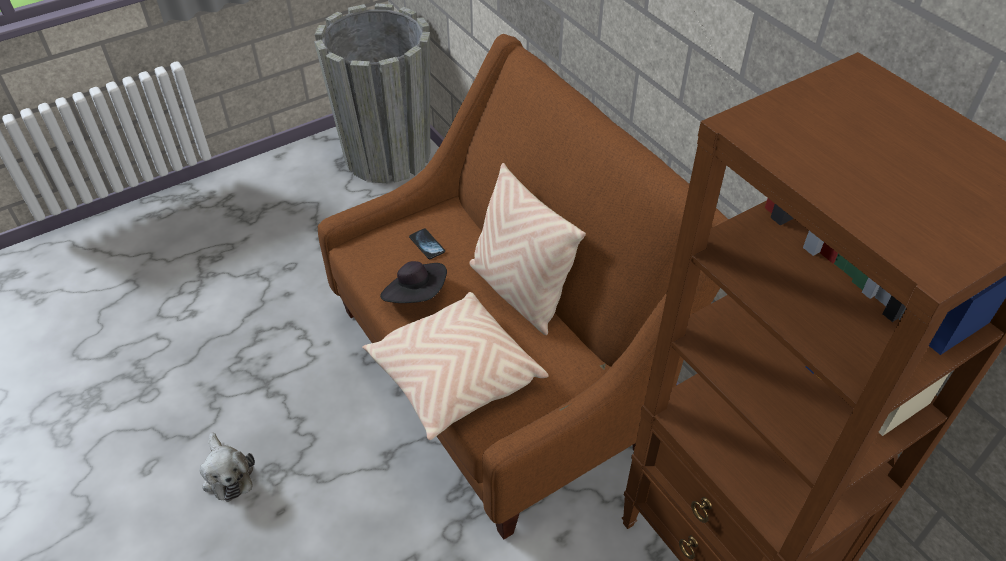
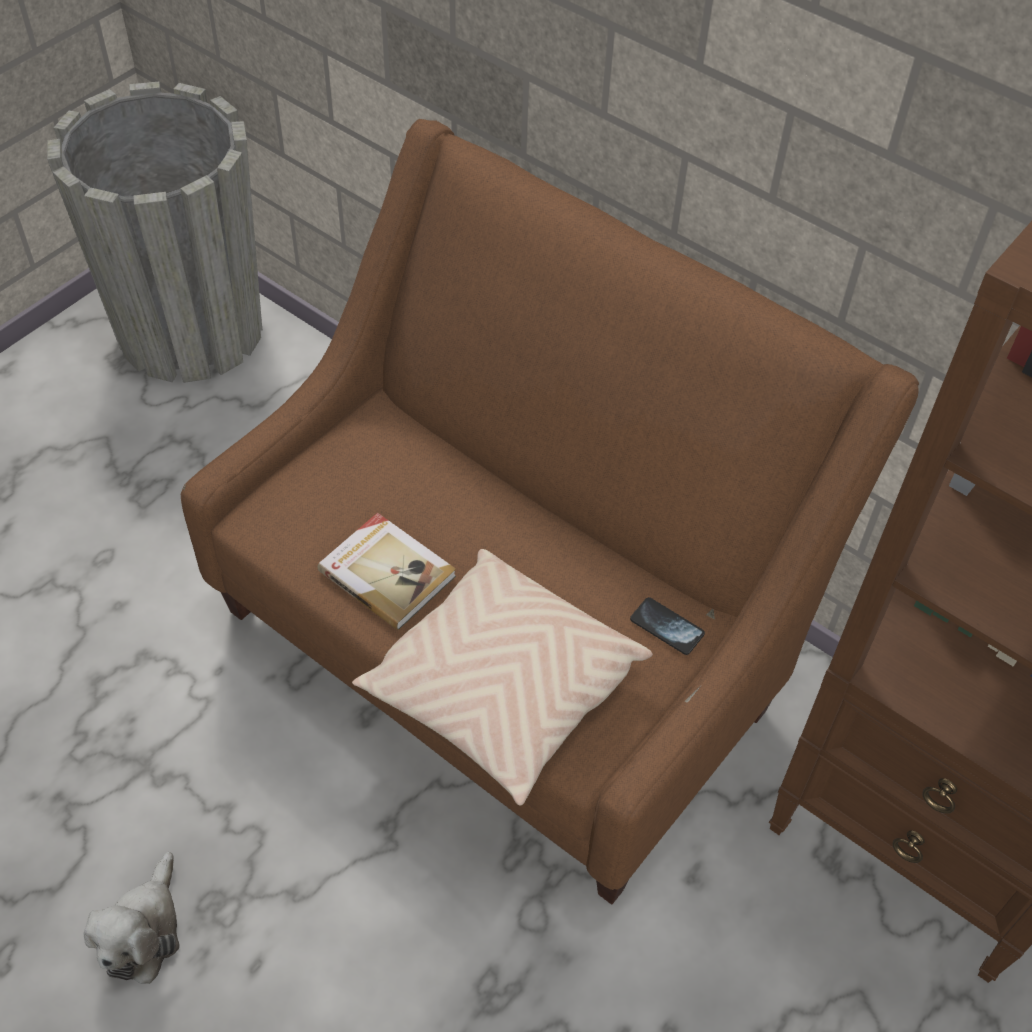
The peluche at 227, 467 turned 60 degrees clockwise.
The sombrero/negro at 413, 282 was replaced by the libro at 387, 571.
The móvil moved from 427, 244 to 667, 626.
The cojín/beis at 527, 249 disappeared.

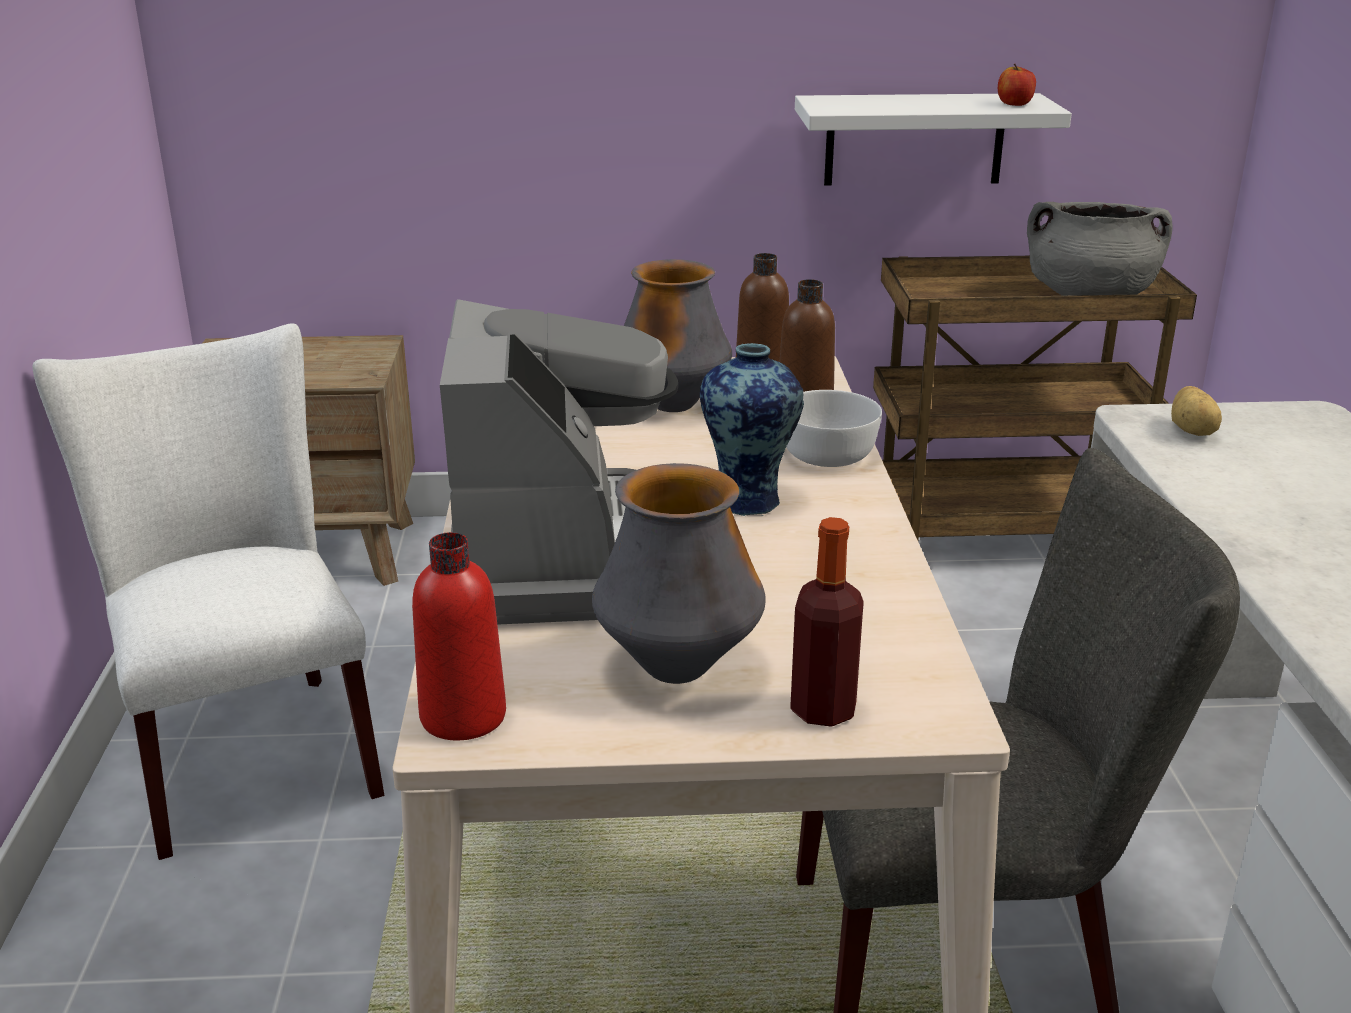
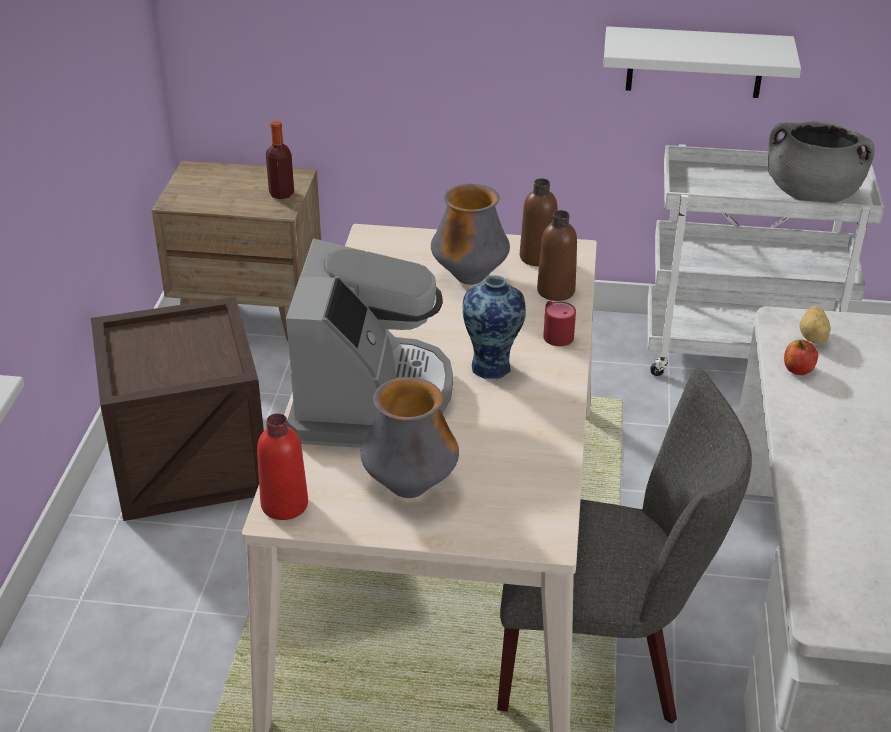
The silla/blanco at 208, 591 was replaced by the caja de embalaje at 177, 409.
The cuenco/blanco at 834, 428 was replaced by the taza grande/rojo at 559, 323.
The botella moved from 827, 622 to 280, 160.
The carrito/marrón at 1035, 398 became the carrito/blanco at 766, 260.
The manzana moved from 1017, 85 to 801, 357.

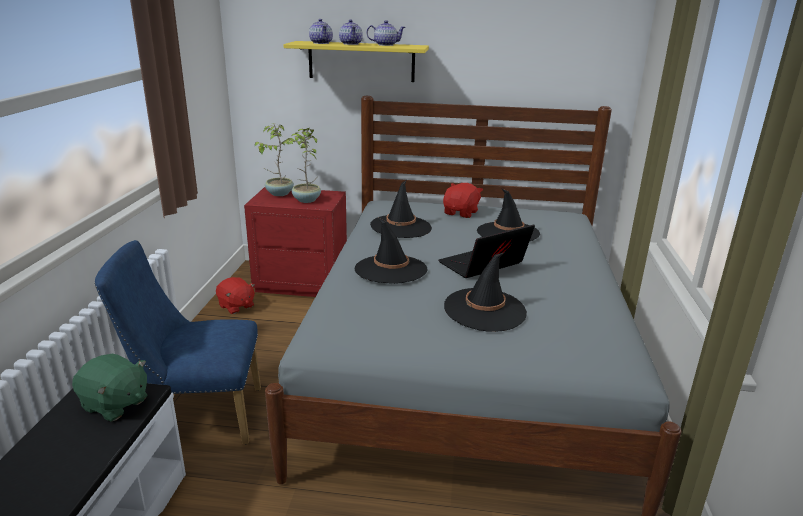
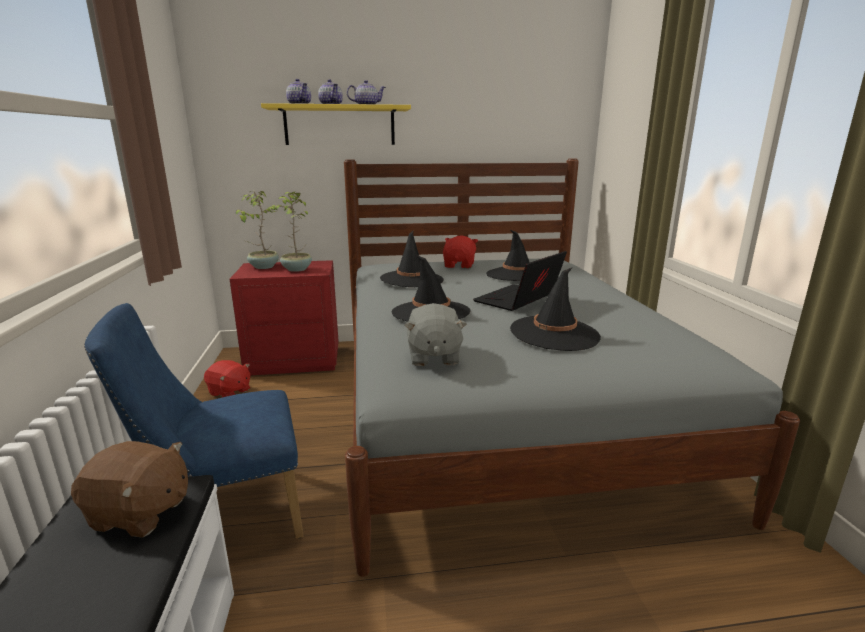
The peluche/verde at 110, 387 became the peluche/marrón at 129, 489.
The peluche/gris at 435, 334 appeared.

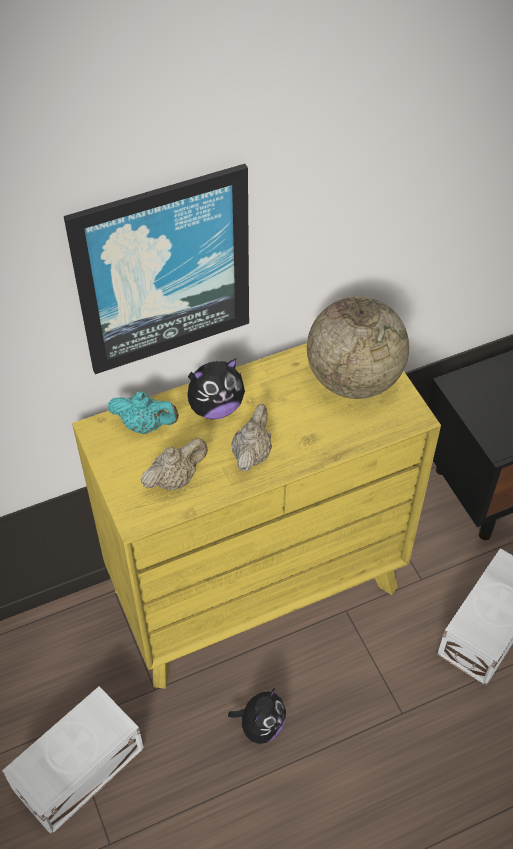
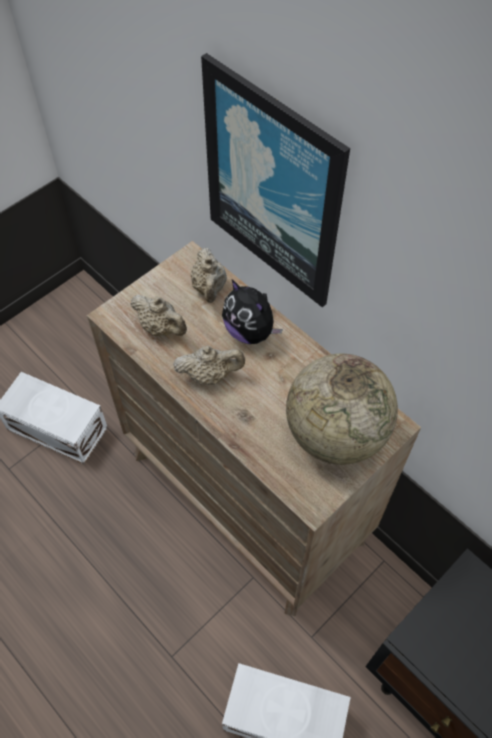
The cómoda/amarillo at 256, 516 became the cómoda/marrón at 254, 428.
The tetera/turquesa at 143, 412 became the tetera/beis at 208, 275.
The peluche at 257, 716 disappeared.

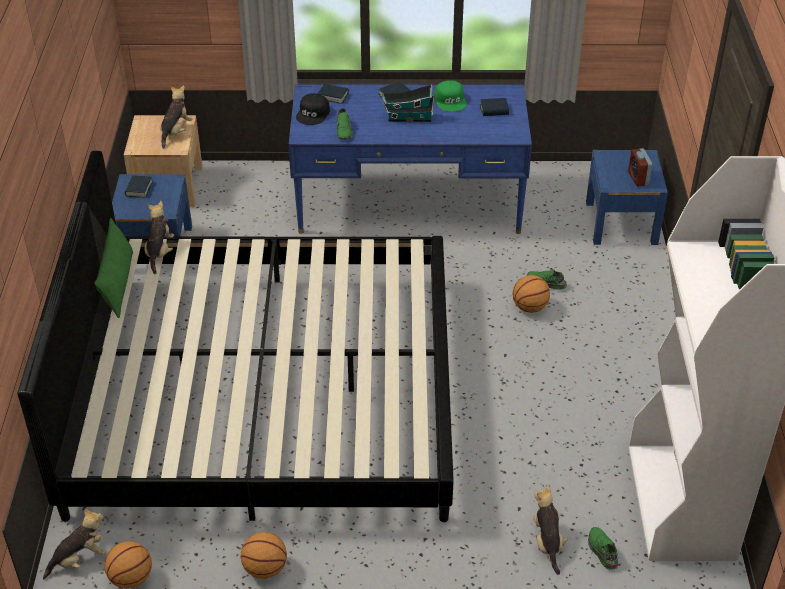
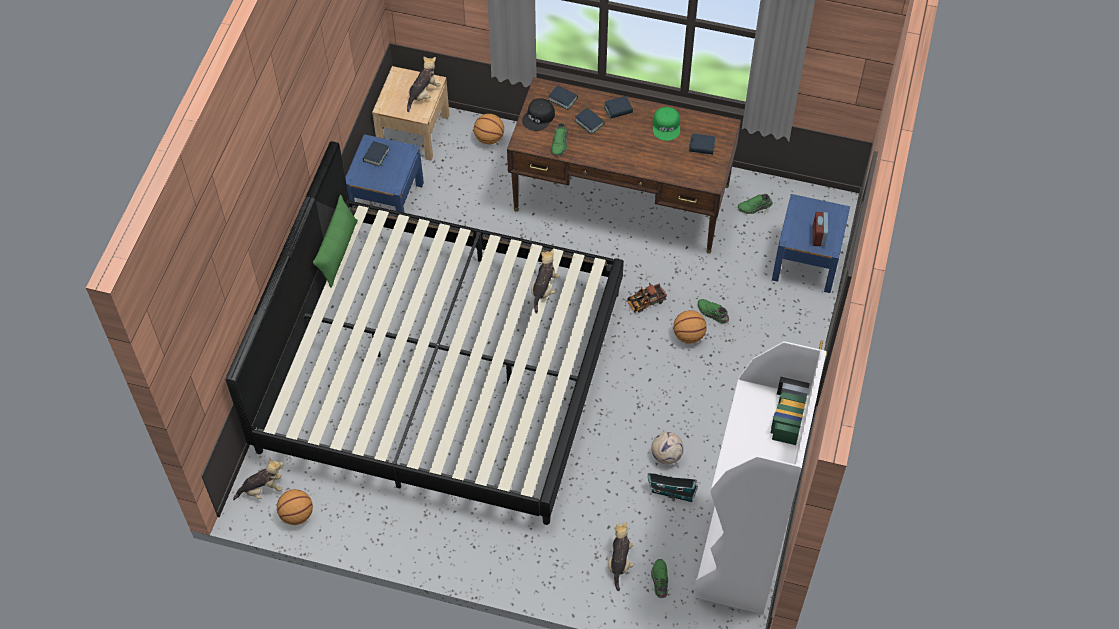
The peluche moved from 159, 237 to 545, 281.
The balón de baloncesto moved from 263, 555 to 489, 129.
The escritorio/azul at 410, 159 became the escritorio/marrón at 624, 165.
The casita moved from 408, 103 to 672, 487.
The libro at 590, 121 appeared.
The camión de juguete at 646, 297 appeared.
The balón de fútbol at 667, 448 appeared.
The zapato/verde at 755, 204 appeared.

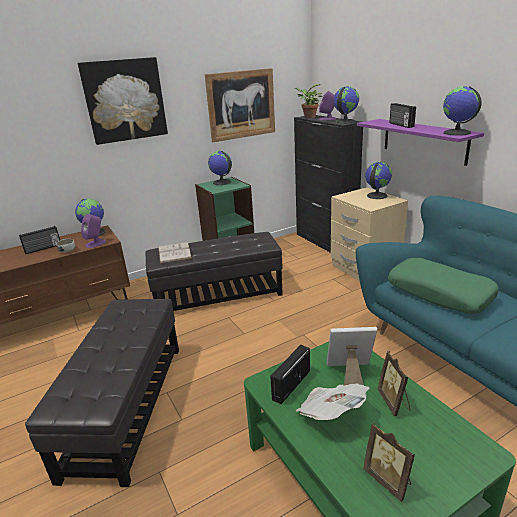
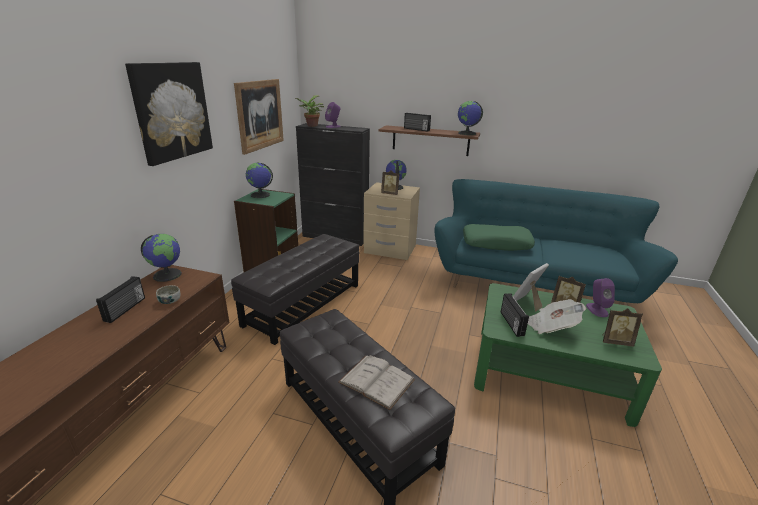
The altavoz/morado moved from 93, 231 to 600, 297.
The libro/blanco moved from 175, 252 to 376, 382.
The globo terráqueo at 346, 105 disappeared.
The estante/morado at 420, 142 became the estante/marrón at 429, 140.
The portarretratos at 390, 182 appeared.

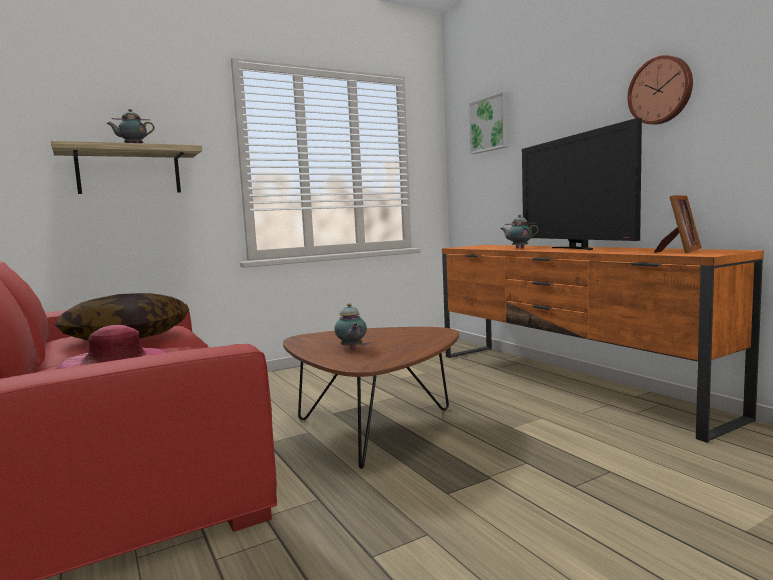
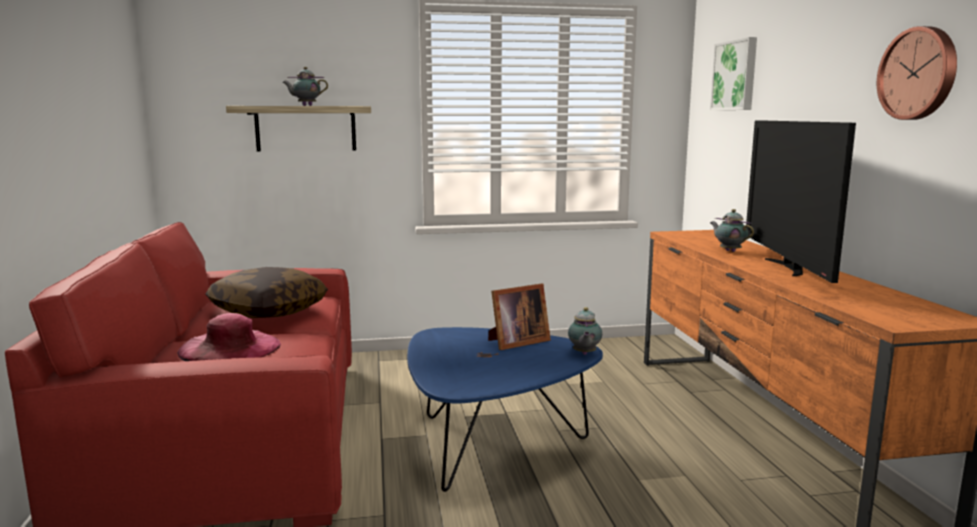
The mesa de centro/marrón at 371, 398 became the mesa de centro/azul at 505, 409.
The tetera moved from 350, 326 to 585, 331.
The portarretratos moved from 678, 224 to 519, 317.

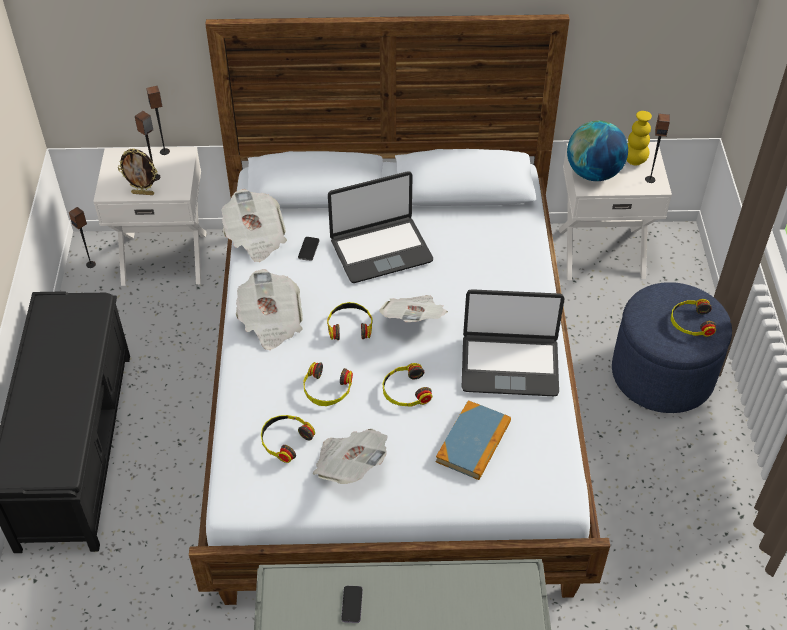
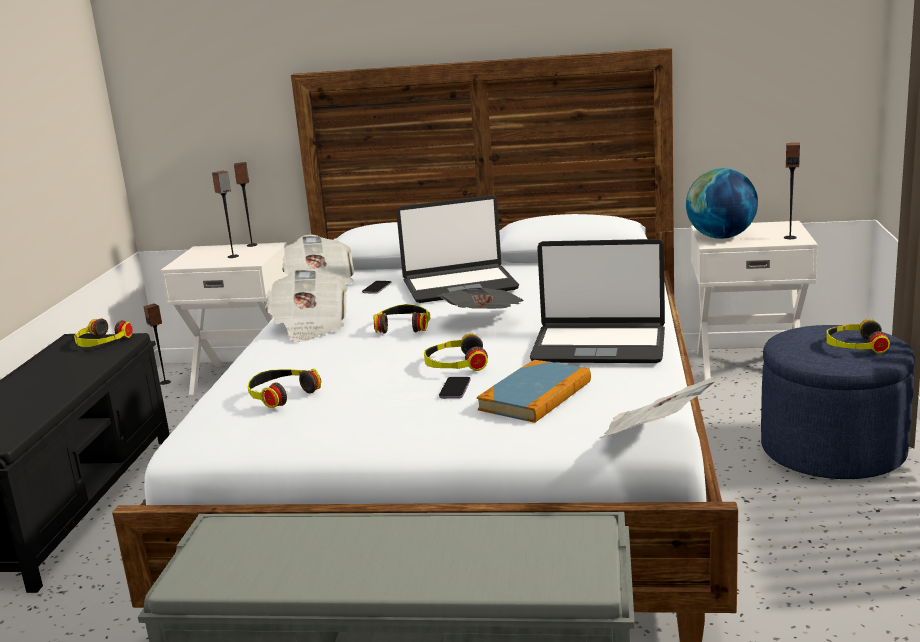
The portarretratos at 138, 171 disappeared.
The auriculares moved from 328, 384 to 103, 332.
The periódico moved from 350, 456 to 658, 407.
The móvil moved from 352, 604 to 455, 388.
The florero/amarillo at 639, 138 disappeared.

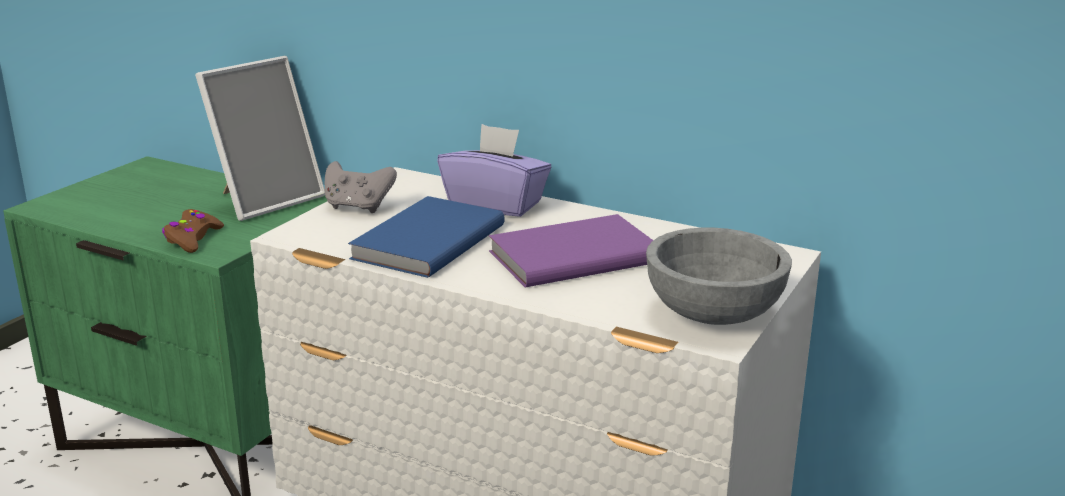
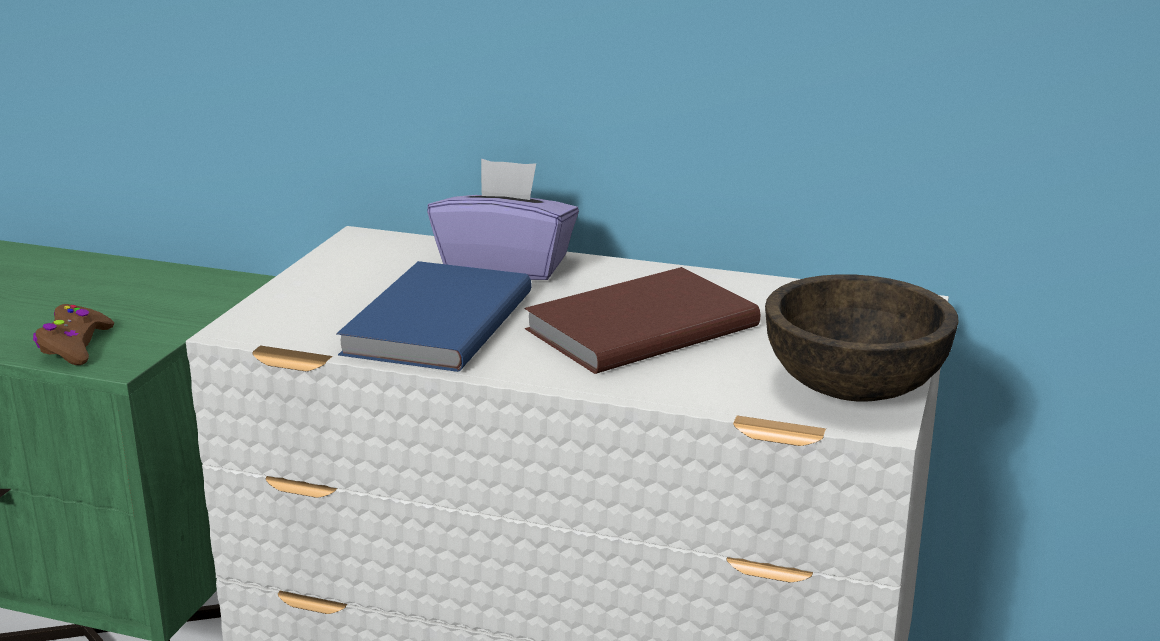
The portarretratos at 260, 138 disappeared.
The mando de consola/gris at 361, 187 disappeared.
The libro/morado at 571, 250 became the libro/marrón at 642, 320.
The cuenco/gris at 719, 276 became the cuenco/marrón at 862, 338.

